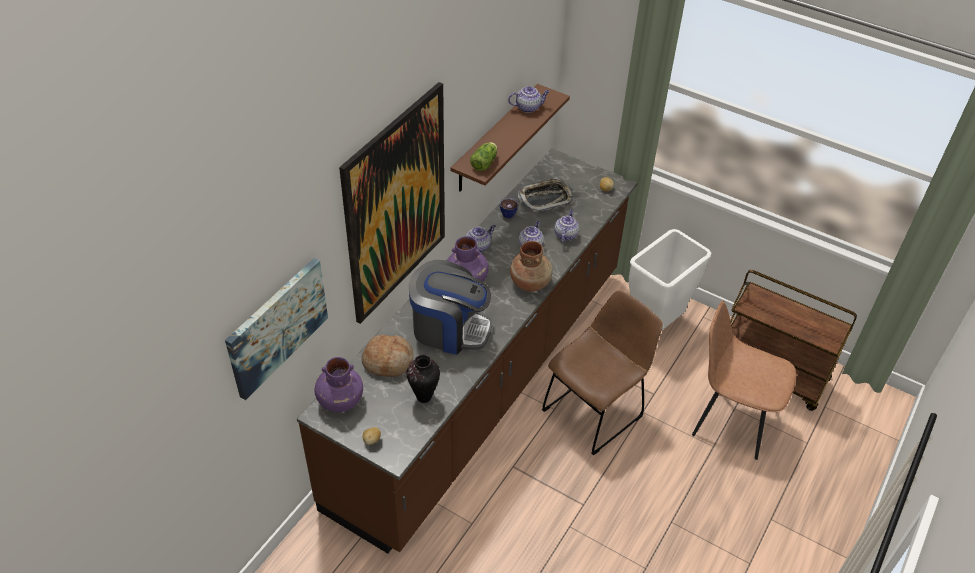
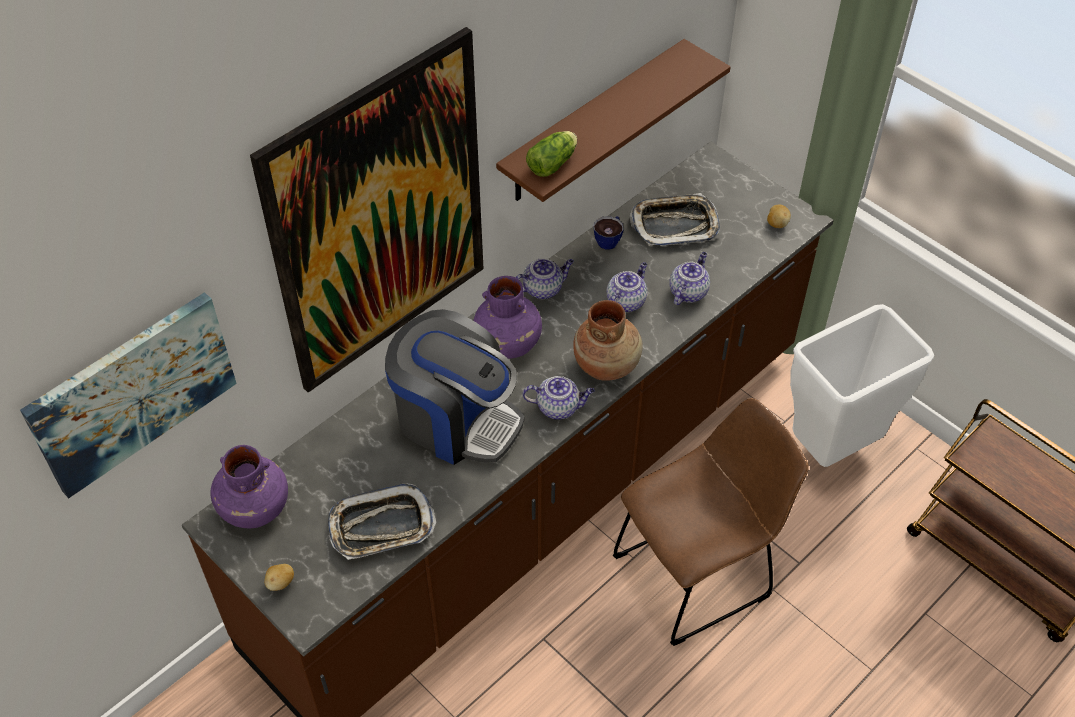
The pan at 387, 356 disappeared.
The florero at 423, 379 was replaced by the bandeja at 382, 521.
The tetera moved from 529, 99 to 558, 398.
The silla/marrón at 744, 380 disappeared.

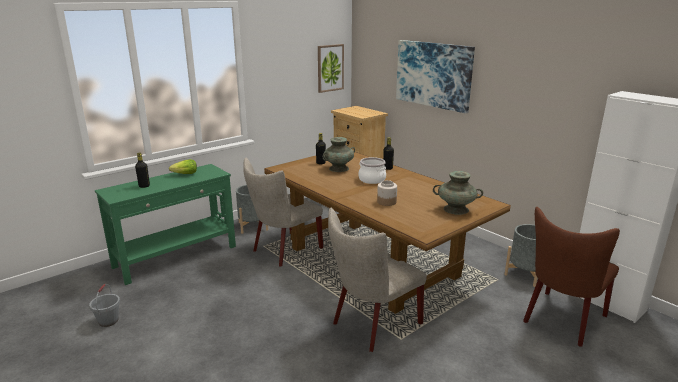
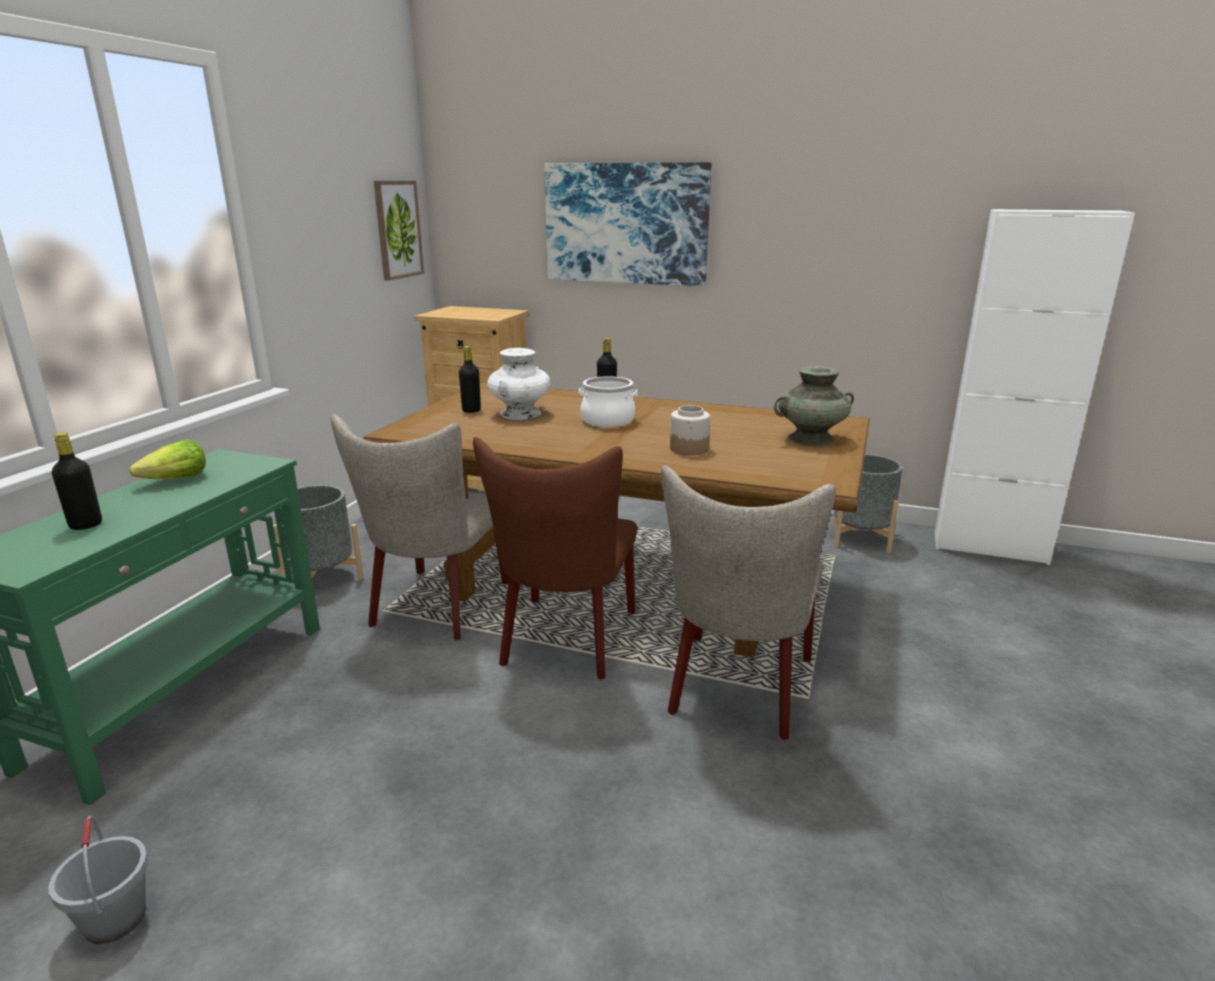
The florero/turquesa at 339, 154 became the florero/blanco at 518, 384.
The silla/marrón moved from 571, 277 to 555, 558.

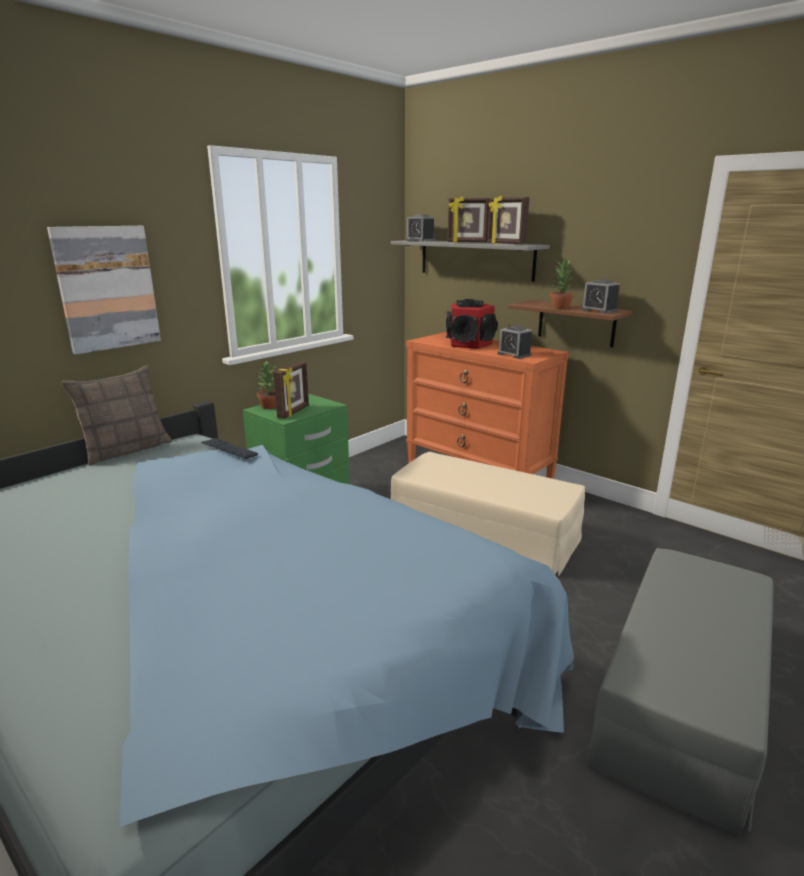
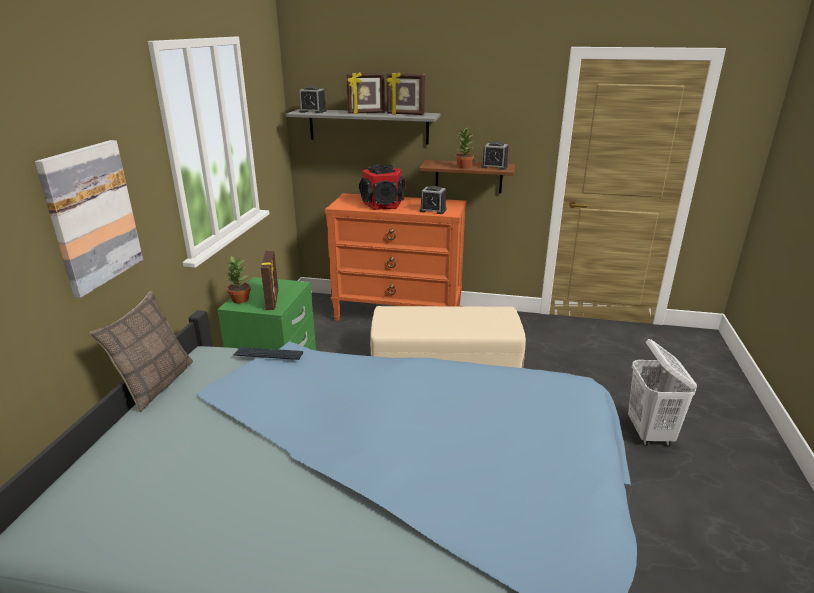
The puf/gris at 680, 691 was replaced by the cesto de la ropa/blanco at 662, 392.

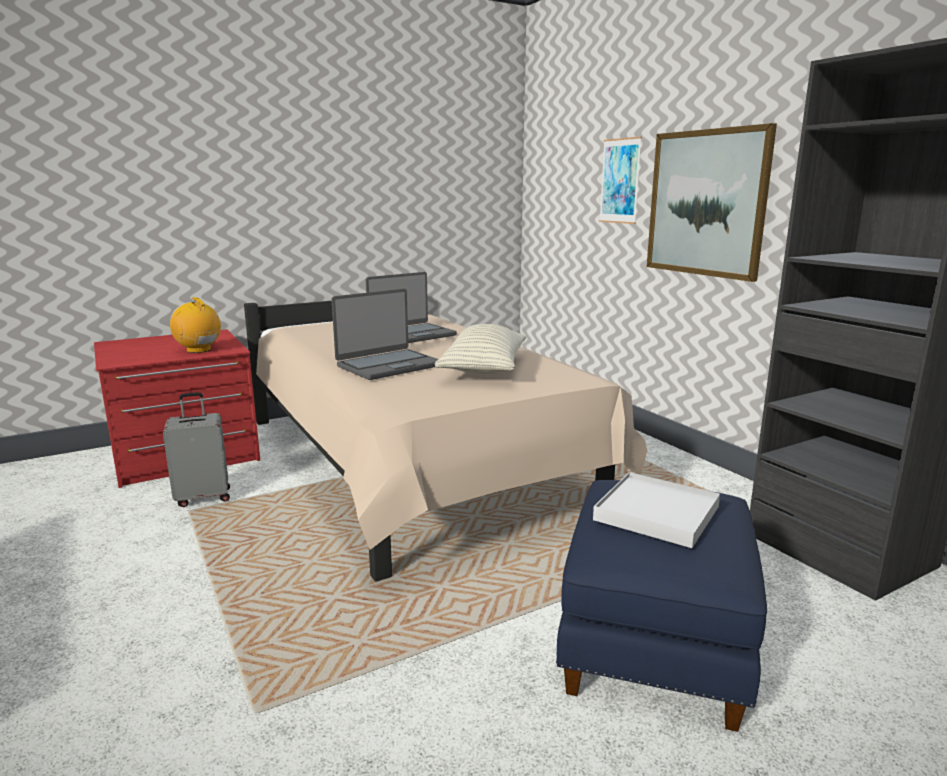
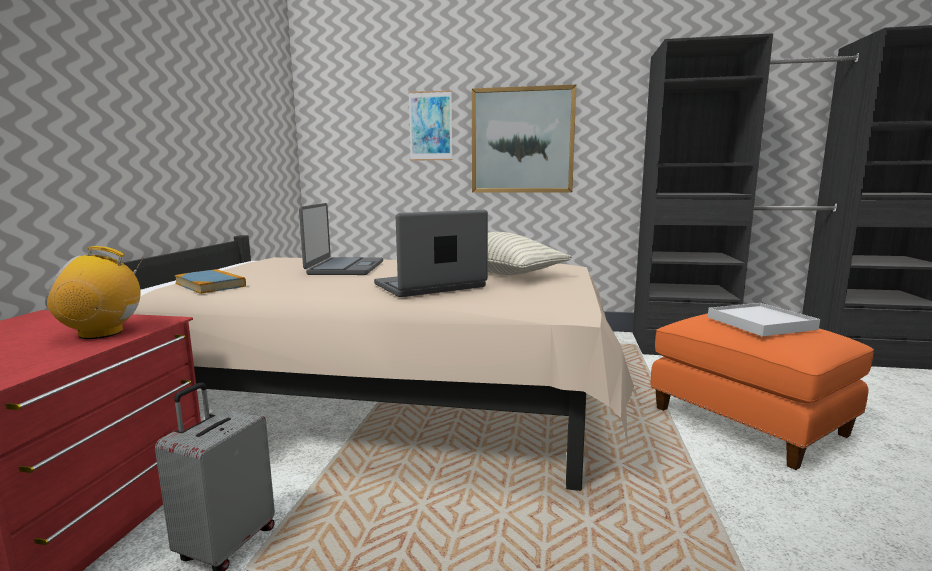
The portátil at 384, 334 turned 120 degrees counterclockwise.
The puf/azul at 661, 606 became the puf/naranja at 762, 391.
The libro at 210, 281 appeared.

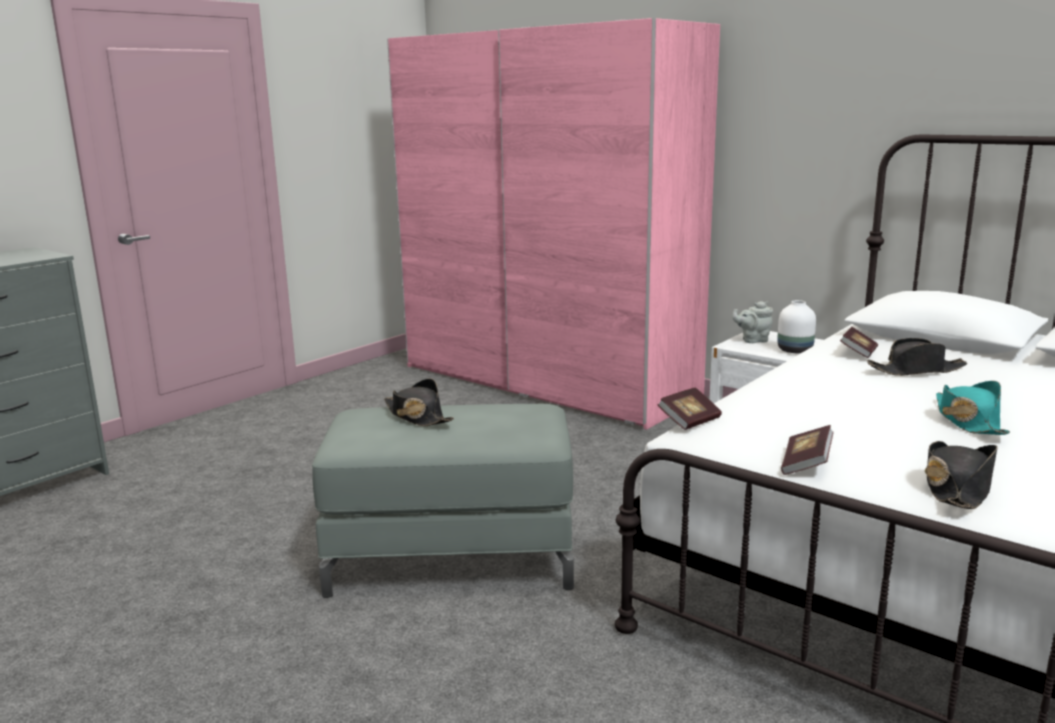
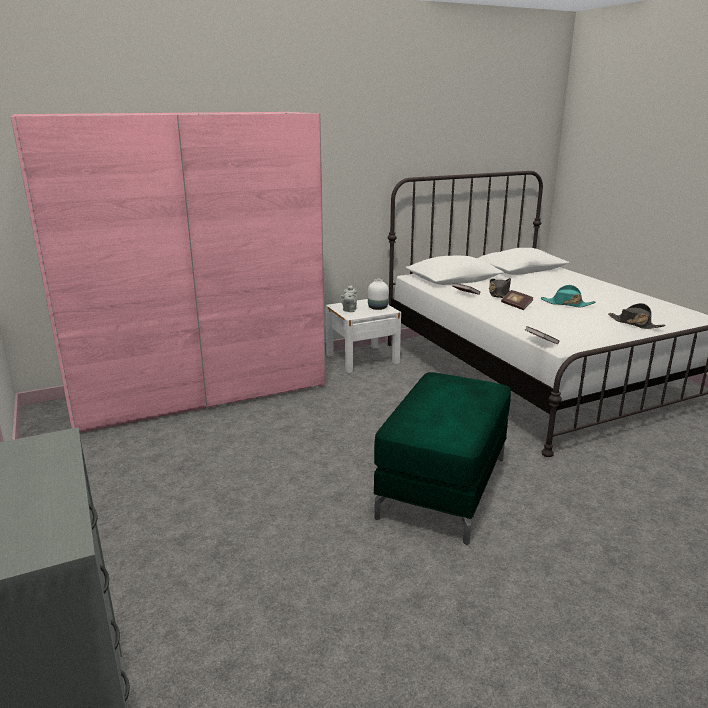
The puf/gris at 443, 501 became the puf/verde at 442, 458.
The sombrero/negro at 419, 402 disappeared.
The libro moved from 807, 450 to 517, 300.

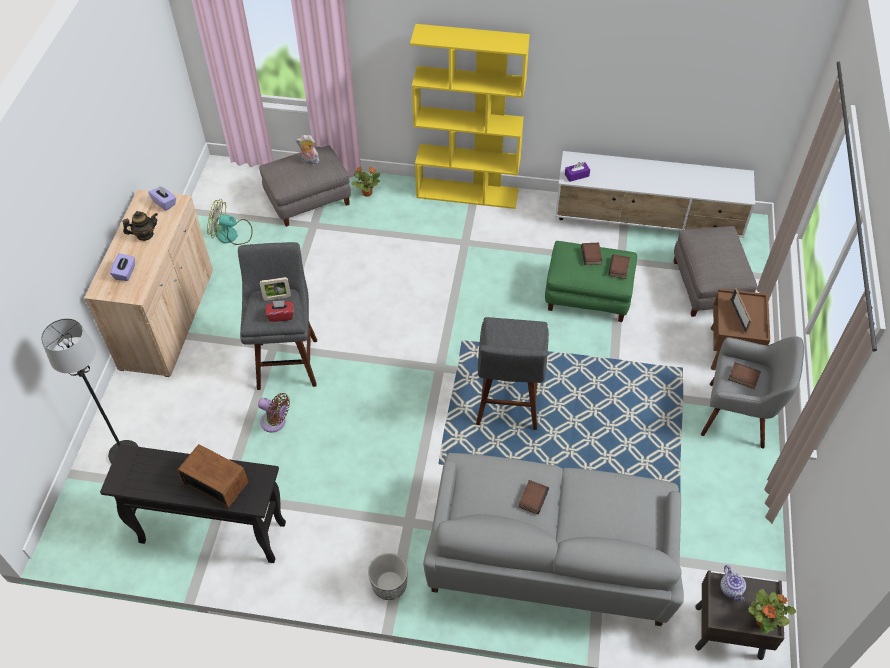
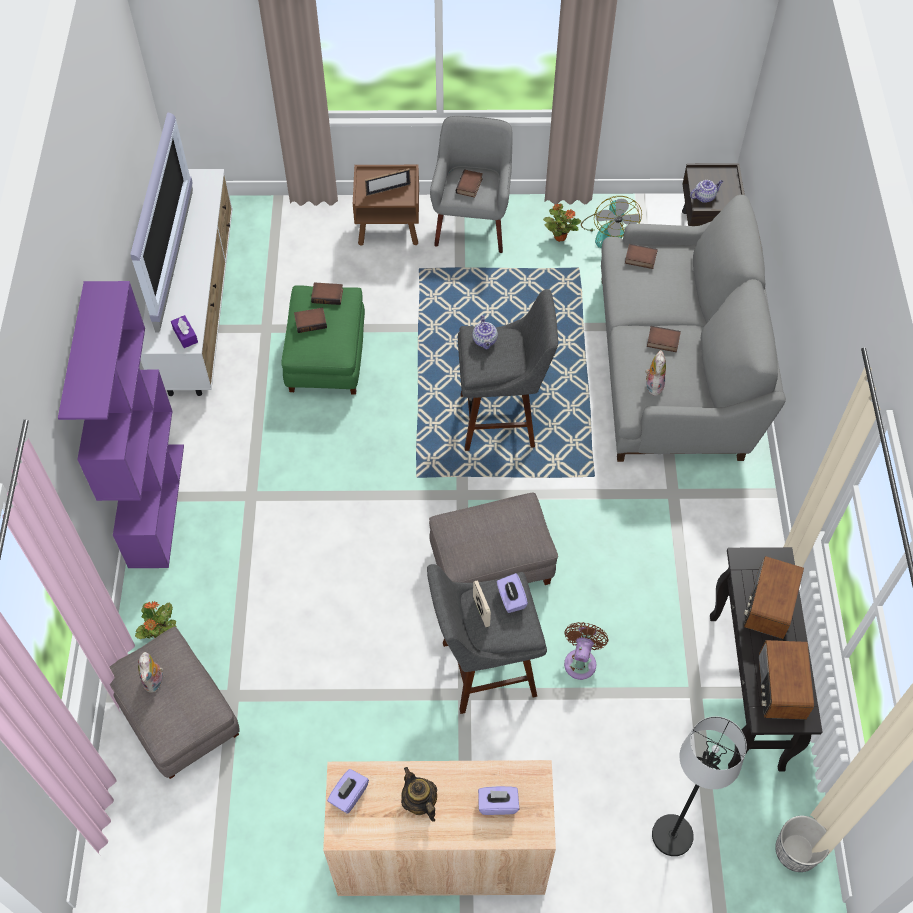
The ventilador moved from 230, 222 to 611, 222.
The caja de pañuelos/rojo at 279, 311 became the caja de pañuelos/morado at 512, 593.
The maceta moved from 388, 576 to 802, 844.
The estantería/amarillo at 470, 116 became the estantería/morado at 121, 424.
The puf/gris moved from 715, 271 to 493, 539.
The planta en maceta moved from 772, 611 to 562, 223.
The televisor at 161, 223 appeared.
The tetera at 485, 332 appeared.
The libro at 641, 256 appeared.
The peluche at 655, 373 appeared.
The radio at 786, 680 appeared.

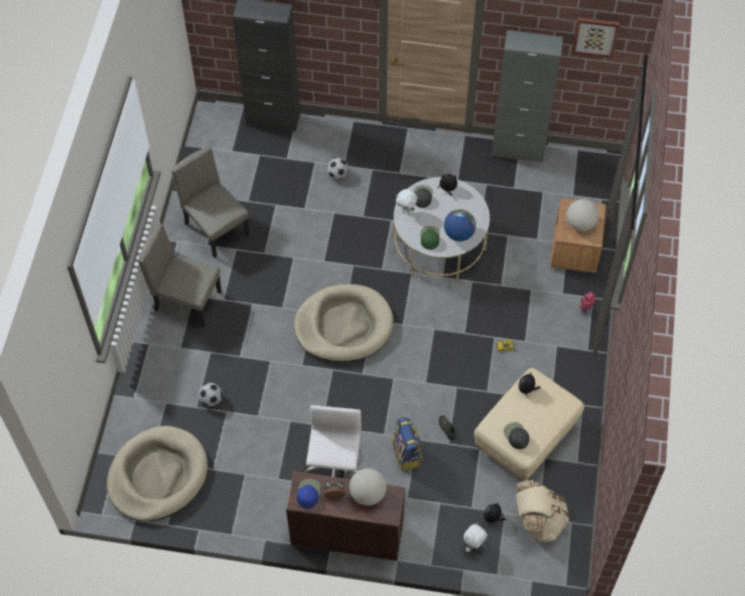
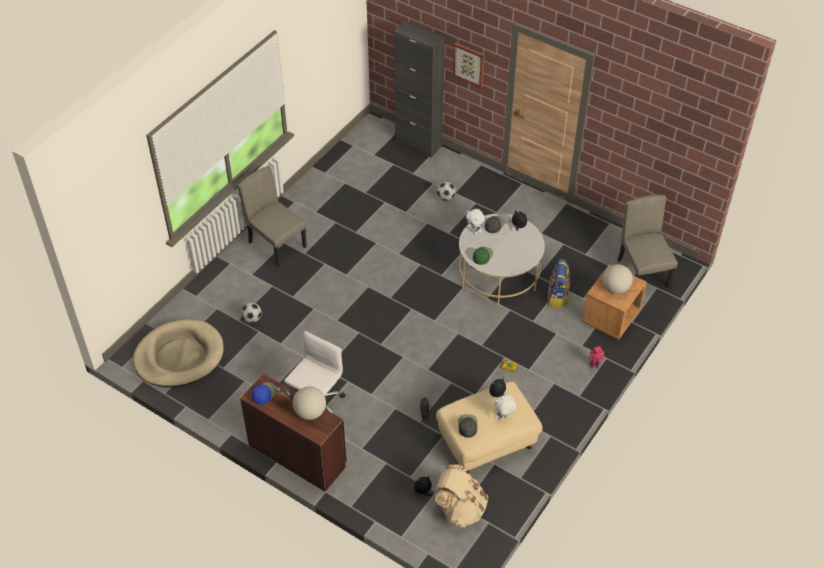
The silla/beis moved from 210, 202 to 647, 241.
The cama para perro/beis at 343, 323 disappeared.
The mochila moved from 407, 444 to 559, 283.
The globo terráqueo at 460, 225 disappeared.
The peluche/blanco moved from 475, 537 to 505, 407.
The armario/gris at 527, 96 disappeared.
The cuadro moved from 596, 37 to 469, 65.

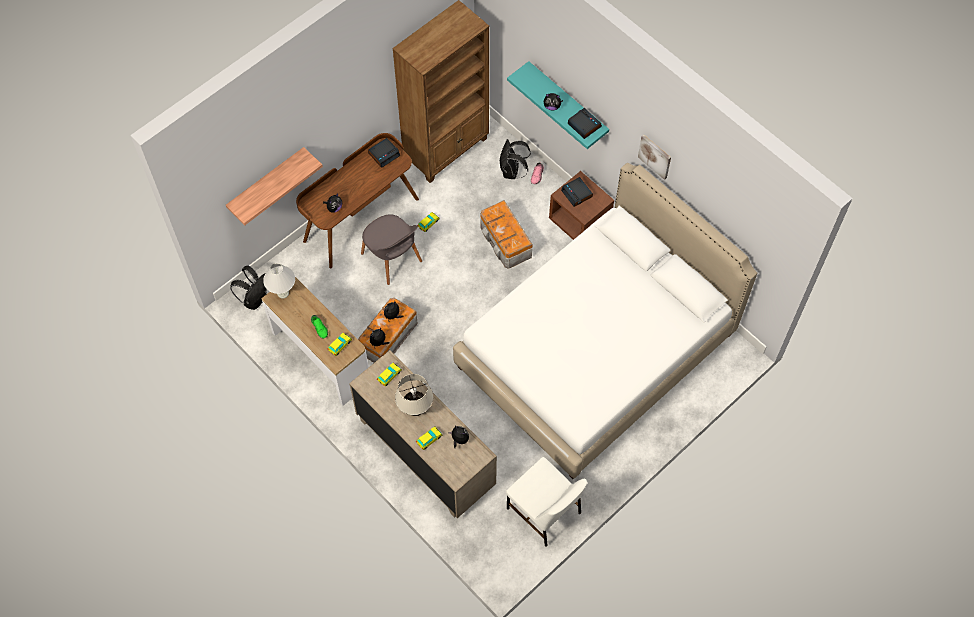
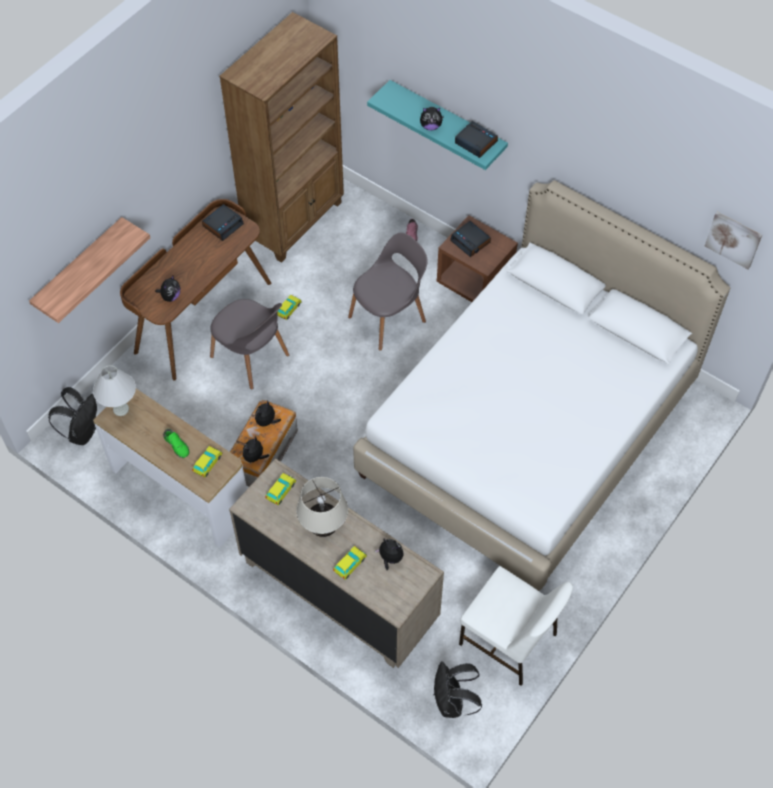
The caja de almacenaje at 506, 234 was replaced by the silla/gris at 388, 292.
The mochila/negro moved from 515, 159 to 458, 690.
The cuadro moved from 654, 157 to 733, 240.

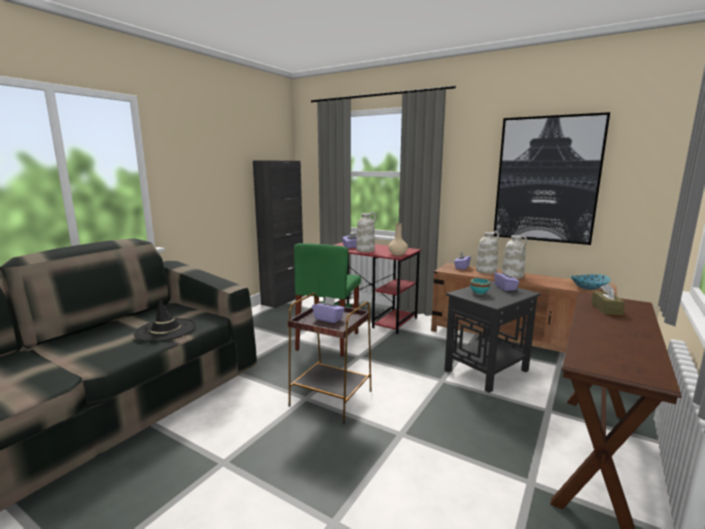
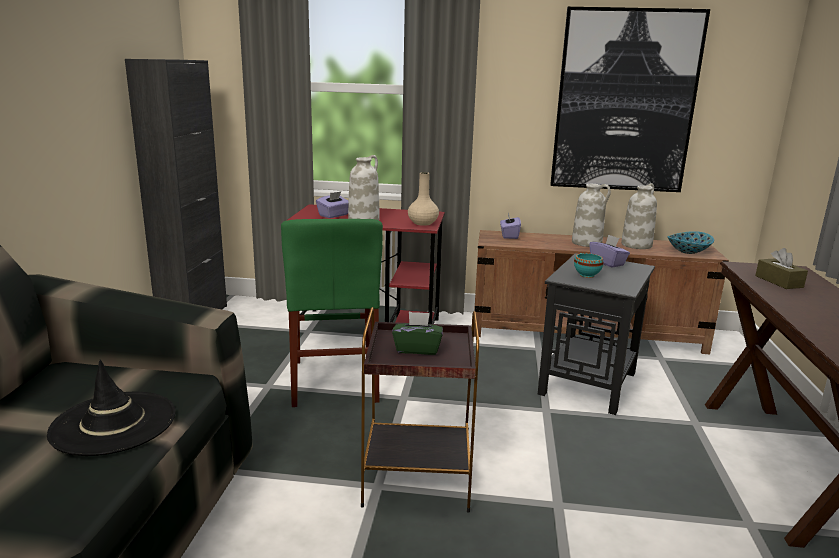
The caja de pañuelos/morado at 328, 309 became the caja de pañuelos/verde at 417, 333.
The florero/blanco moved from 487, 252 to 639, 216.

